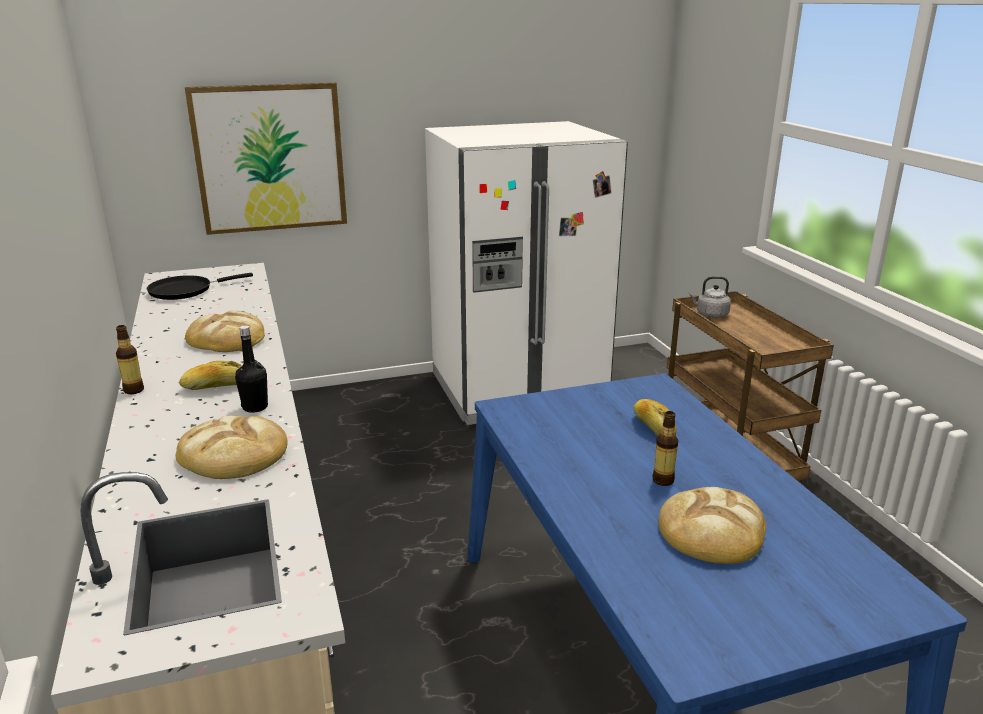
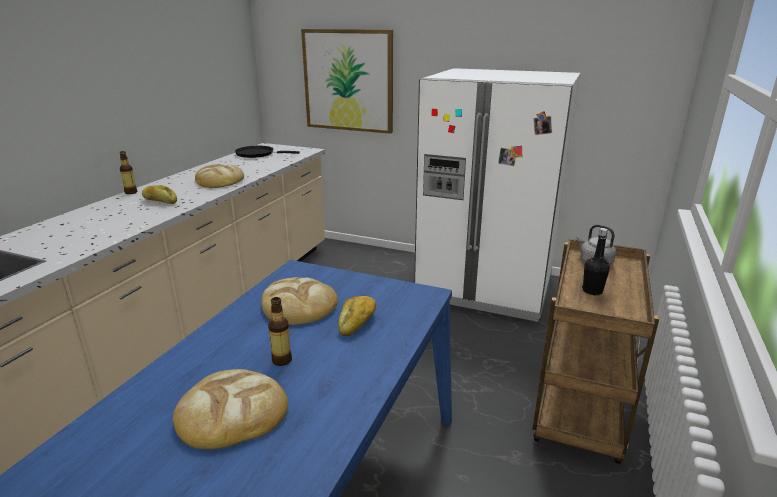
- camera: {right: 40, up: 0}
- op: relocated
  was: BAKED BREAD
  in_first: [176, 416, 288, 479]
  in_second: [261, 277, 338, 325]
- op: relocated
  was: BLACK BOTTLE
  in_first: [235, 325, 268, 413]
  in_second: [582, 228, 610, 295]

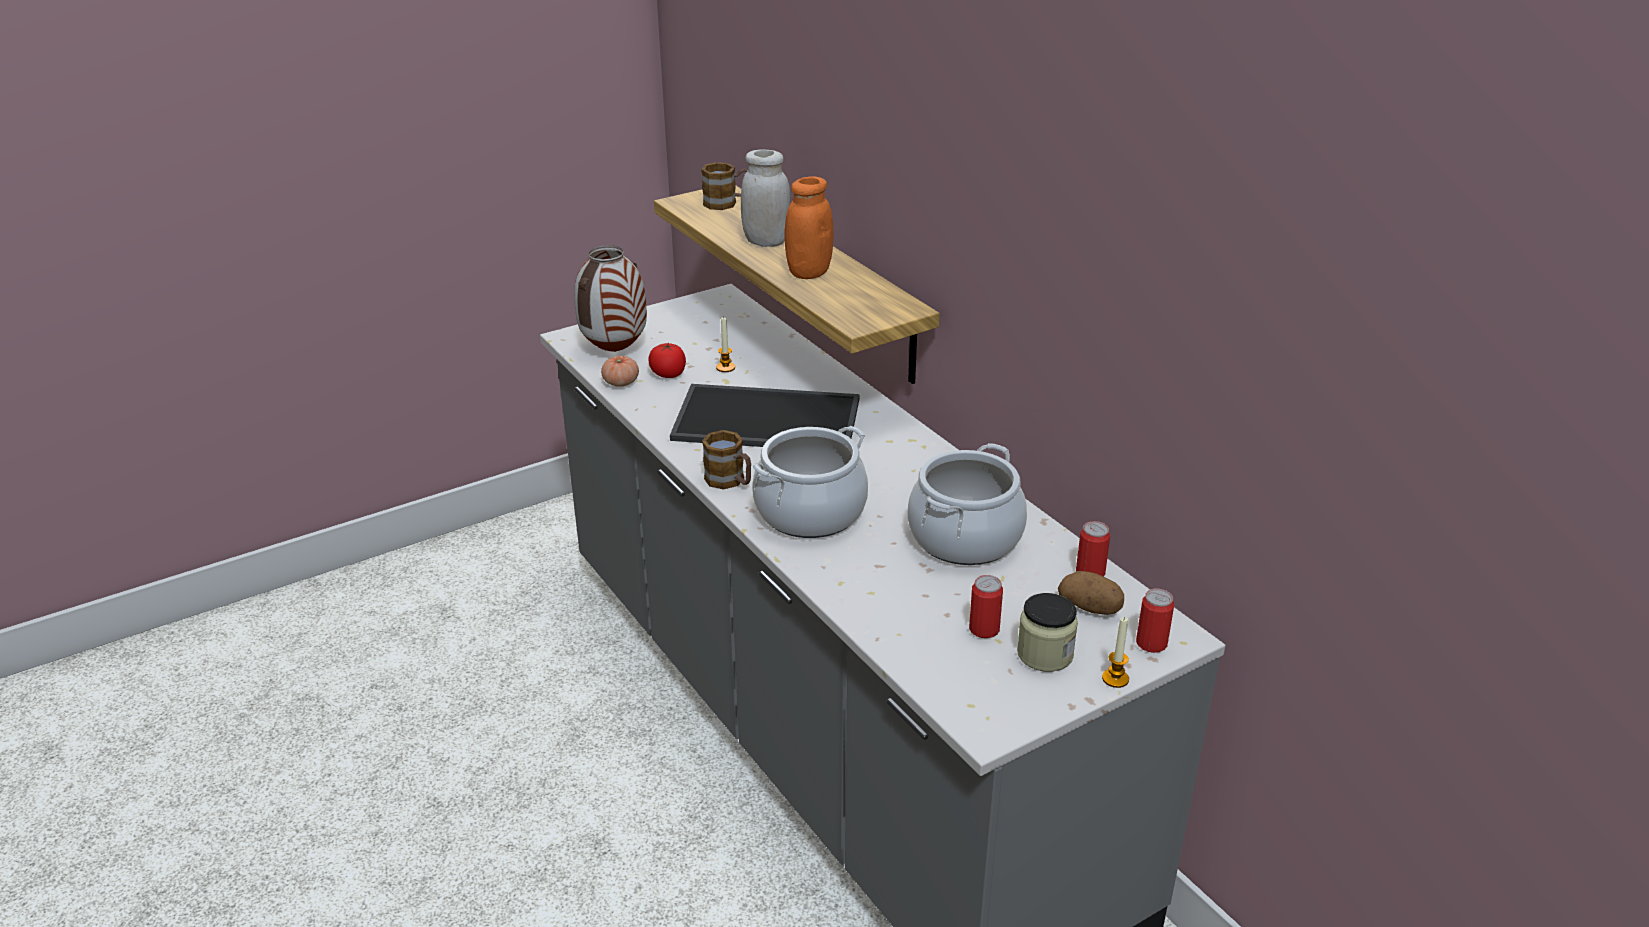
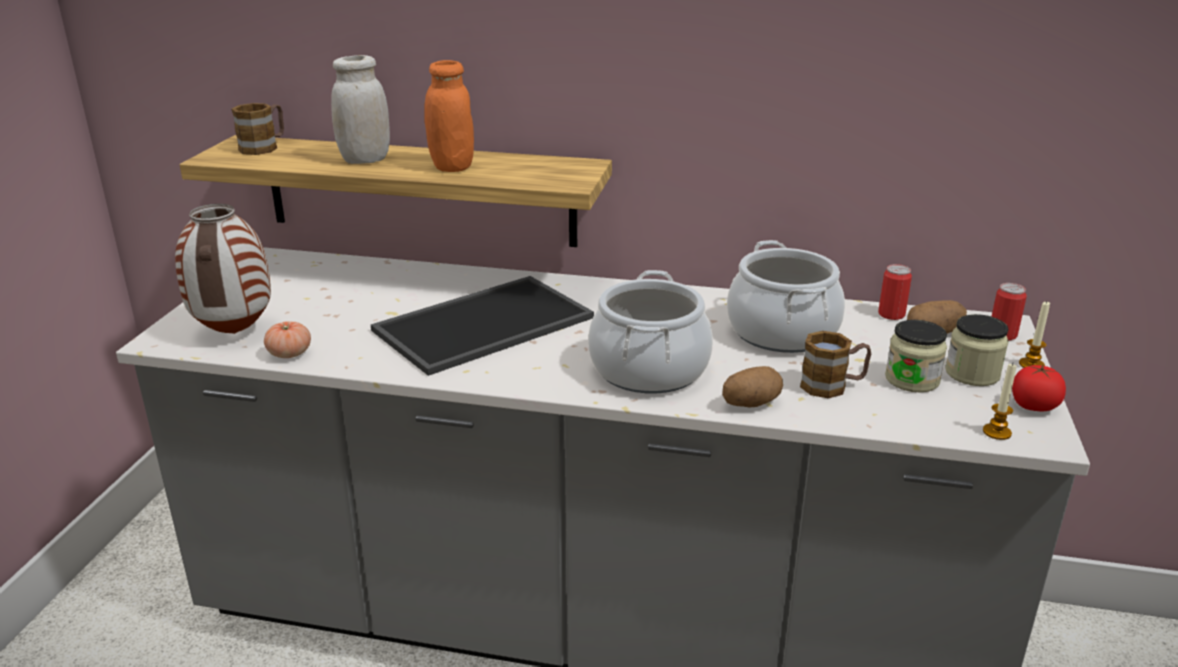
- camera: {right: -45, up: -5}
- op: appeared
  now: POTATO
  in_second: [722, 366, 783, 407]
- op: relocated
  was: TEA MUG
  in_first: [702, 430, 751, 490]
  in_second: [800, 331, 871, 398]
- op: exchanged
  was: SEALED CAN
  now: JAR
  in_first: [969, 575, 1003, 638]
  in_second: [885, 320, 947, 392]
- op: relocated
  was: WAX CANDLE
  in_first: [716, 318, 735, 372]
  in_second: [983, 363, 1017, 440]
- op: relocated
  was: FRESH TOMATO
  in_first: [648, 342, 686, 378]
  in_second: [1012, 365, 1066, 412]

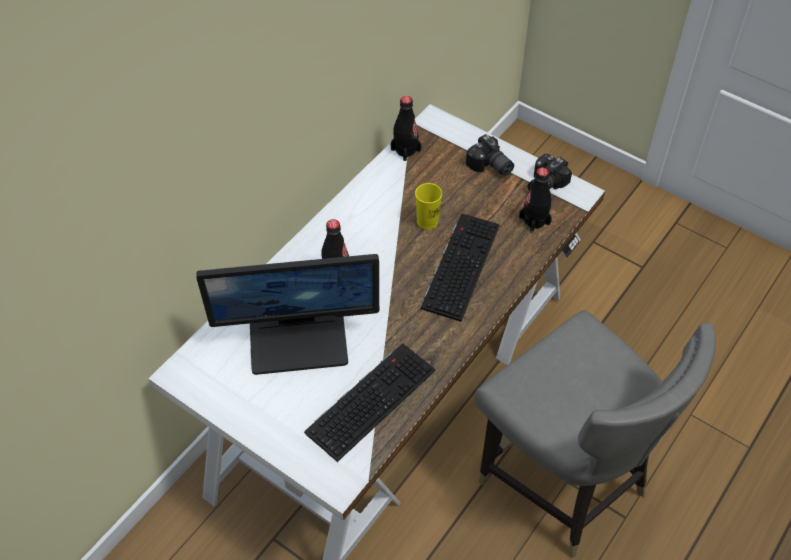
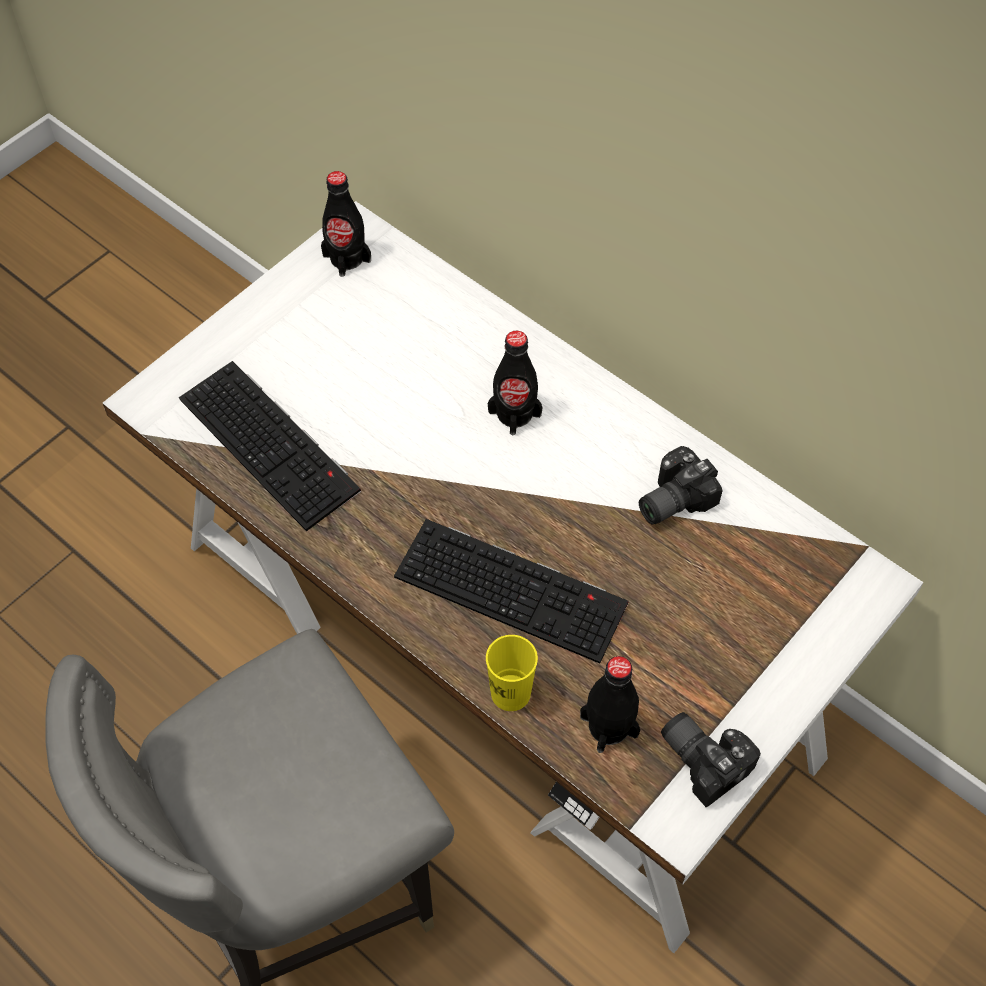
- camera: {right: 95, up: 5}
- op: relocated
  was: BLACK BOTTLE
  in_first: [390, 96, 421, 161]
  in_second: [321, 171, 371, 277]
- op: relocated
  was: YELLOWISH SMALL CUP
  in_first: [415, 183, 442, 230]
  in_second: [486, 635, 538, 711]
- op: relocated
  was: PHOTO CAMERA
  in_first: [466, 134, 514, 176]
  in_second: [639, 446, 723, 525]
- op: missing
  was: COMPUTER DISPLAY
  in_first: [196, 254, 379, 375]

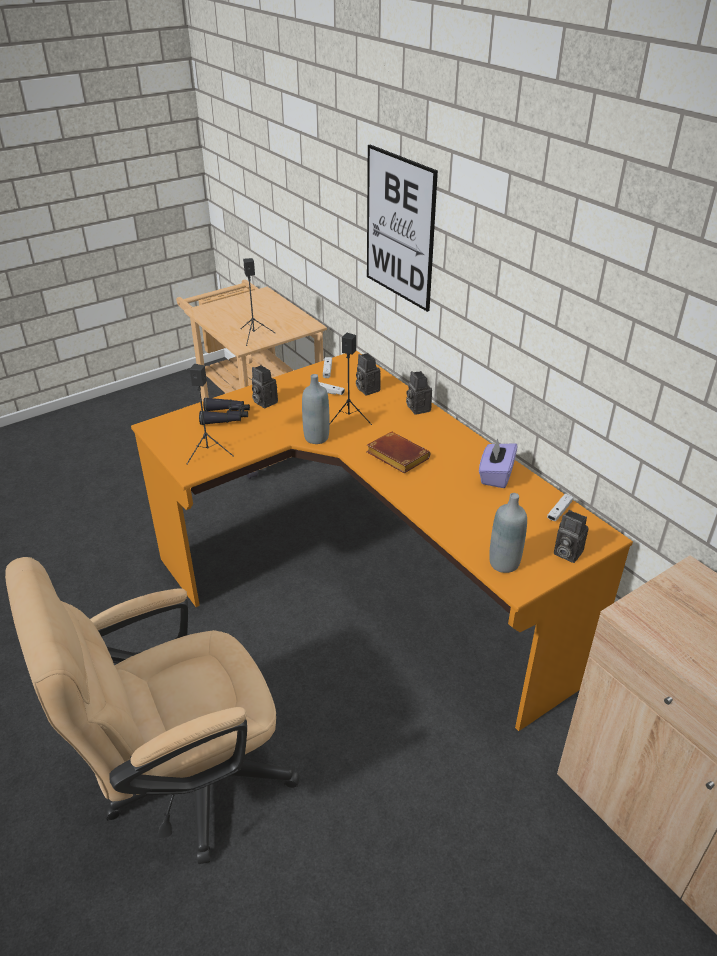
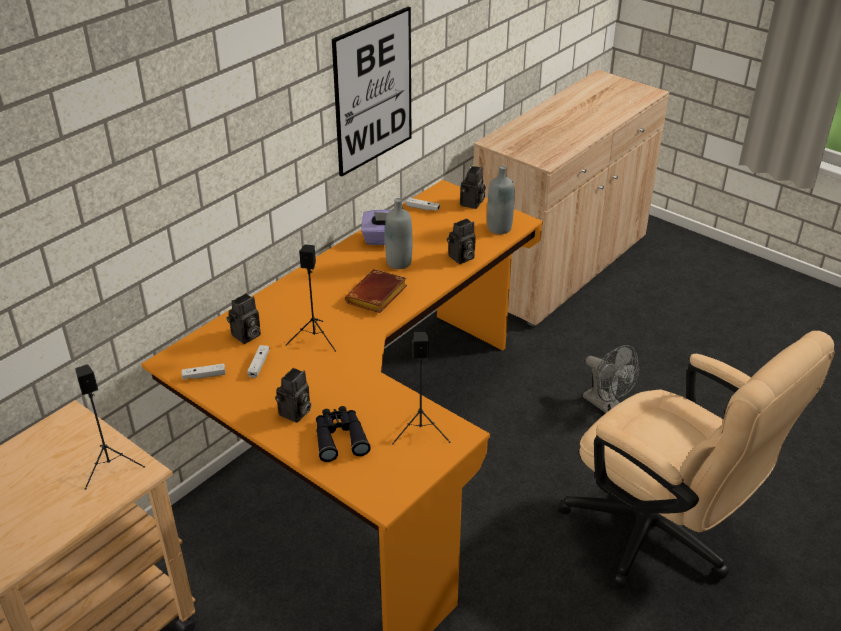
- camera: {right: -105, up: 0}
- op: relocated
  was: PICTURE
  in_first: [367, 145, 438, 312]
  in_second: [332, 7, 411, 177]
- op: relocated
  was: GREY BOTTLE
  in_first: [302, 374, 330, 444]
  in_second: [385, 198, 412, 269]
- op: relocated
  was: PHOTO CAMERA
  in_first: [406, 371, 432, 415]
  in_second: [447, 218, 476, 264]
- op: appeared
  now: GREY COOLING FAN
  in_second: [583, 345, 639, 413]

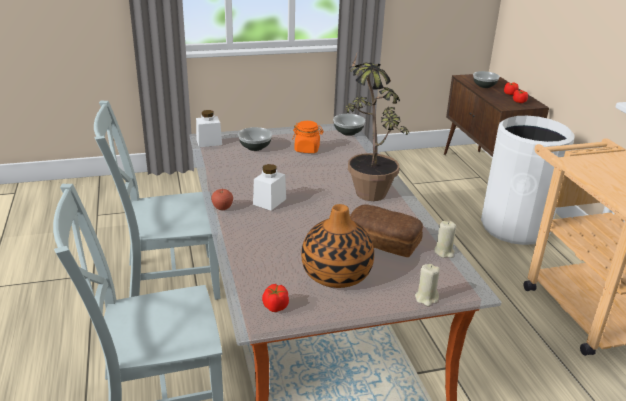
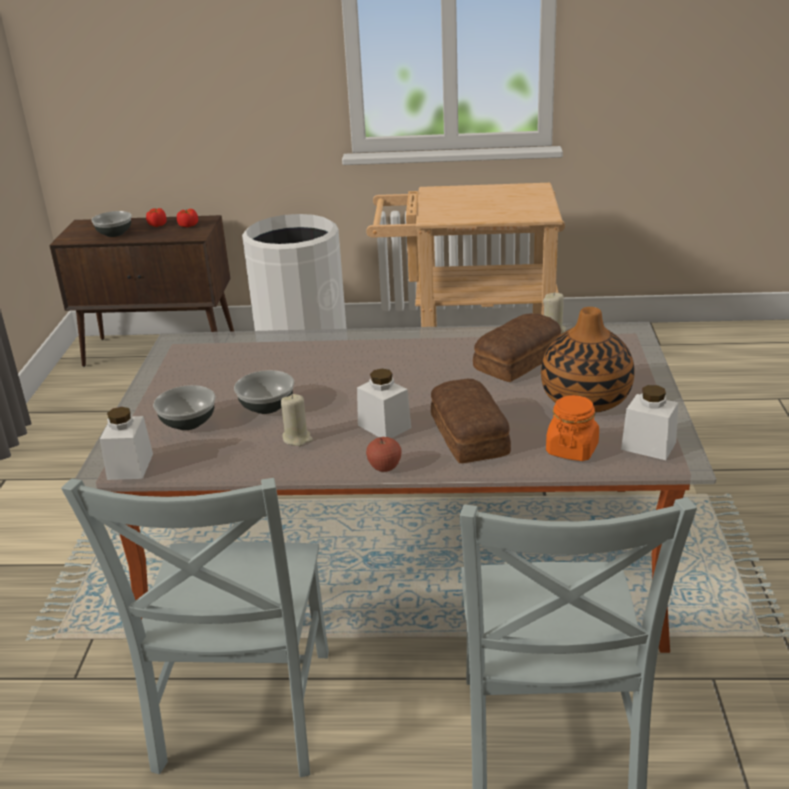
- camera: {right: -70, up: 0}
- op: relocated
  was: DEEP DISH
  in_first: [333, 114, 365, 136]
  in_second: [234, 370, 294, 414]
- op: relocated
  was: BEIGE-COLOURED WAX CANDLE
  in_first: [415, 264, 440, 306]
  in_second: [281, 394, 313, 446]
- op: appeared
  now: BAKED BREAD
  in_second: [431, 379, 511, 463]
- op: relocated
  was: ORANGE JAR
  in_first: [292, 121, 324, 153]
  in_second: [546, 395, 599, 461]
- op: exchanged
  was: FRESH TOMATO
  now: WHITISH JAR
  in_first: [262, 284, 289, 312]
  in_second: [621, 385, 678, 460]
- op: missing
  was: HOUSEPLANT
  in_first: [345, 54, 409, 201]

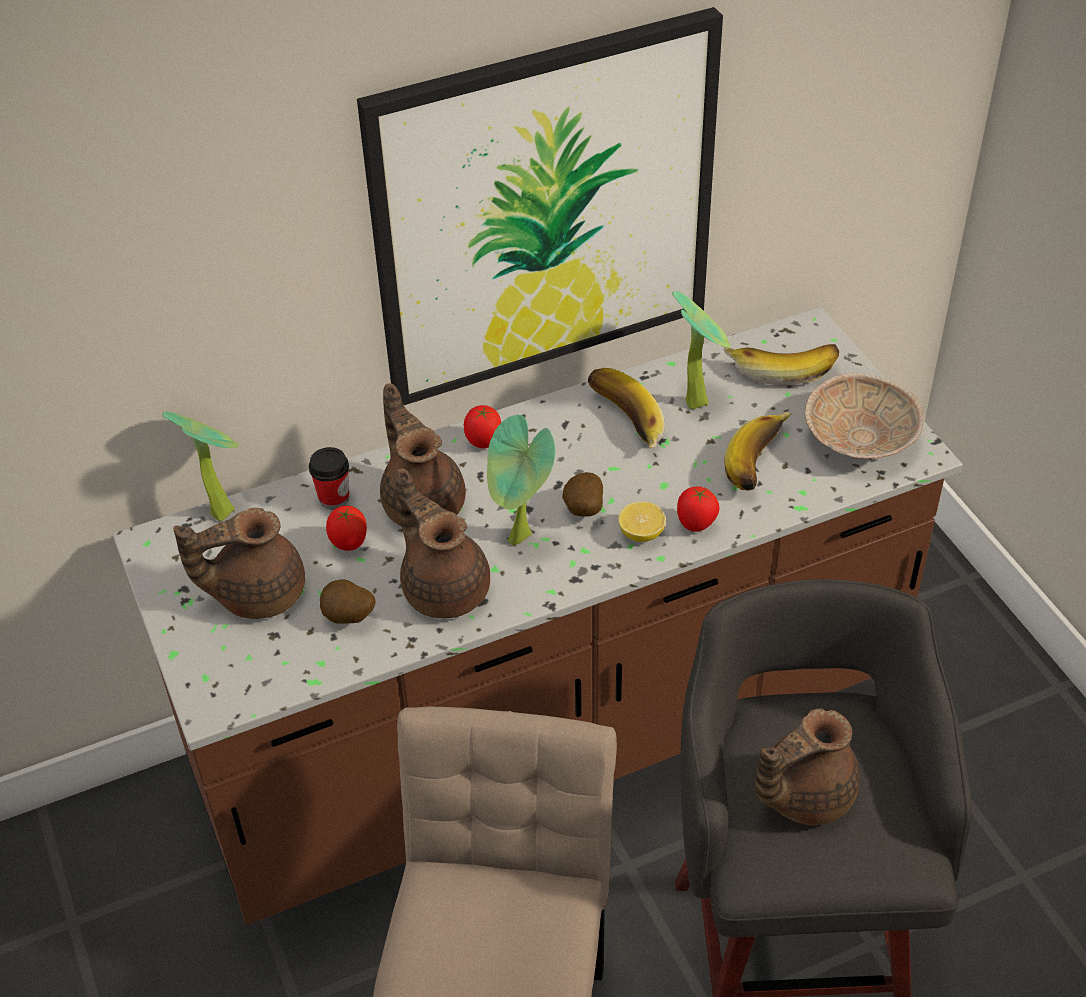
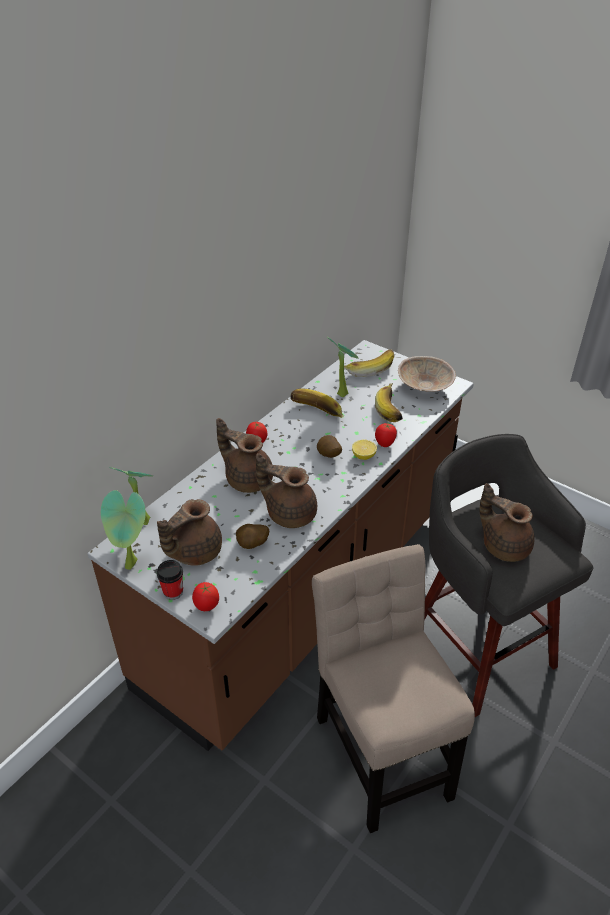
- camera: {right: -30, up: -5}
- op: relocated
  was: HOUSEPLANT
  in_first: [487, 415, 555, 546]
  in_second: [101, 490, 146, 570]
- op: relocated
  was: SMALL CUP
  in_first: [309, 447, 349, 509]
  in_second: [157, 560, 183, 600]
- op: relocated
  was: FRESH TOMATO
  in_first: [326, 506, 367, 551]
  in_second: [192, 582, 219, 611]
- op: spun
  was: BROWNISH TEAPOT
  in_first: [755, 708, 860, 825]
  in_second: [479, 483, 535, 562]
  clockwise: 105
- op: missing
  was: PICTURE
  in_first: [357, 7, 723, 405]

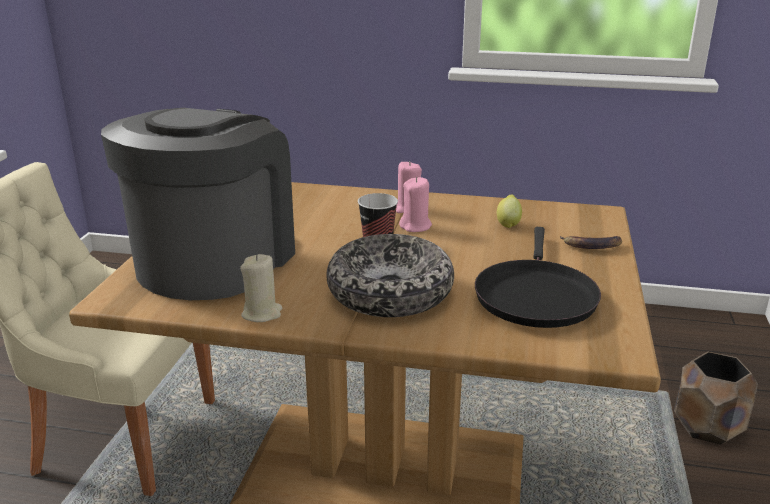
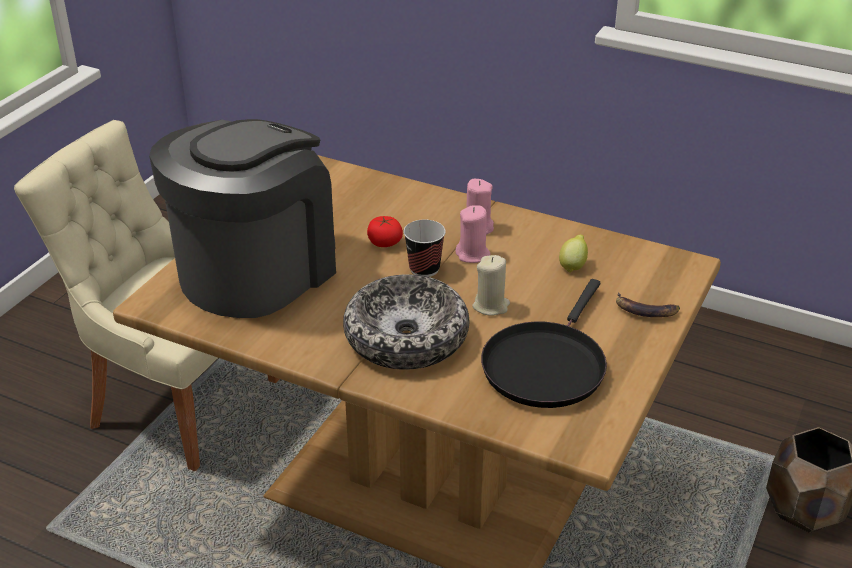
- camera: {right: 15, up: 10}
- op: appeared
  now: FRESH TOMATO
  in_second: [367, 216, 403, 247]
- op: relocated
  was: BEIGE-COLOURED WAX CANDLE
  in_first: [240, 254, 282, 322]
  in_second: [472, 255, 510, 316]

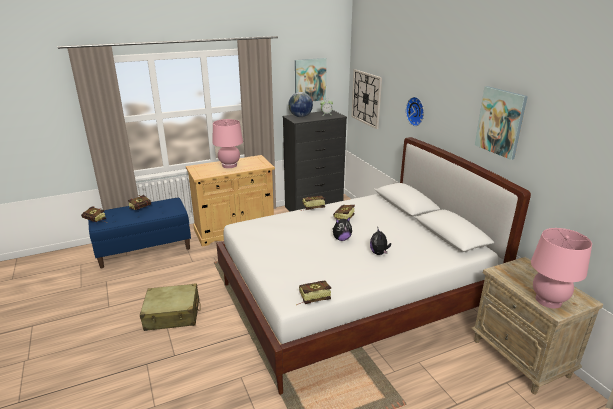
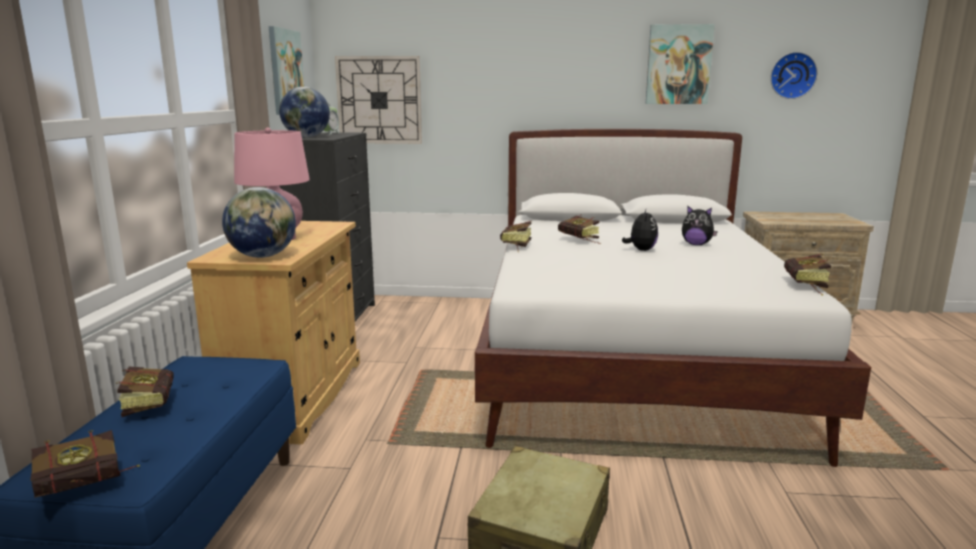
- camera: {right: -60, up: -10}
- op: appeared
  now: WORLD GLOBE
  in_second: [222, 187, 296, 258]
- op: relocated
  was: WALL CLOCK
  in_first: [406, 97, 424, 126]
  in_second: [770, 52, 818, 99]
- op: missing
  was: PINKISH LAMP FOR A TABLE
  in_first: [531, 228, 592, 308]

